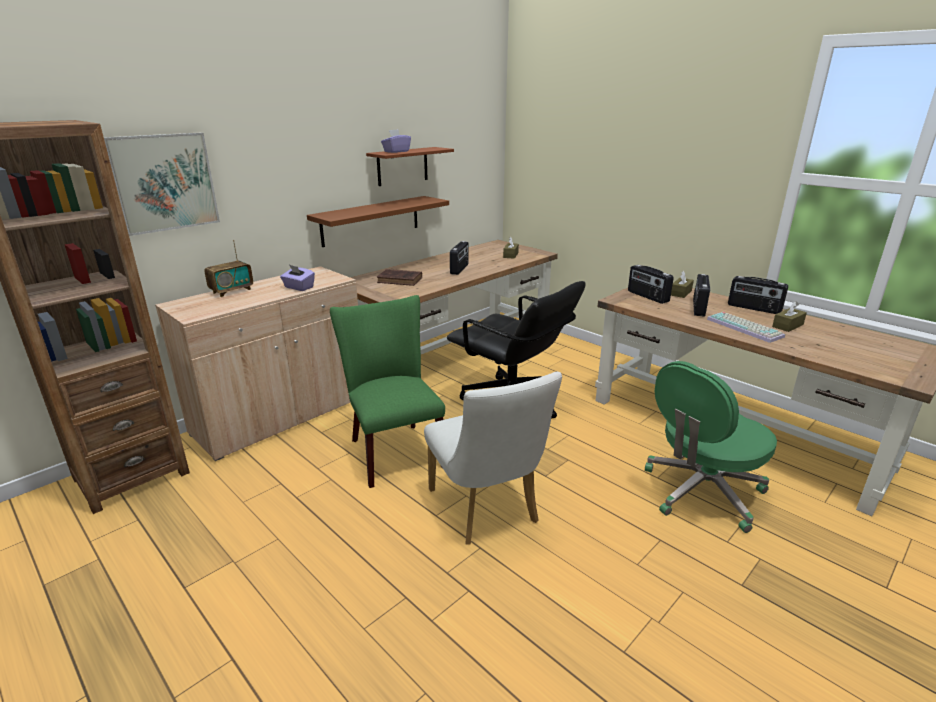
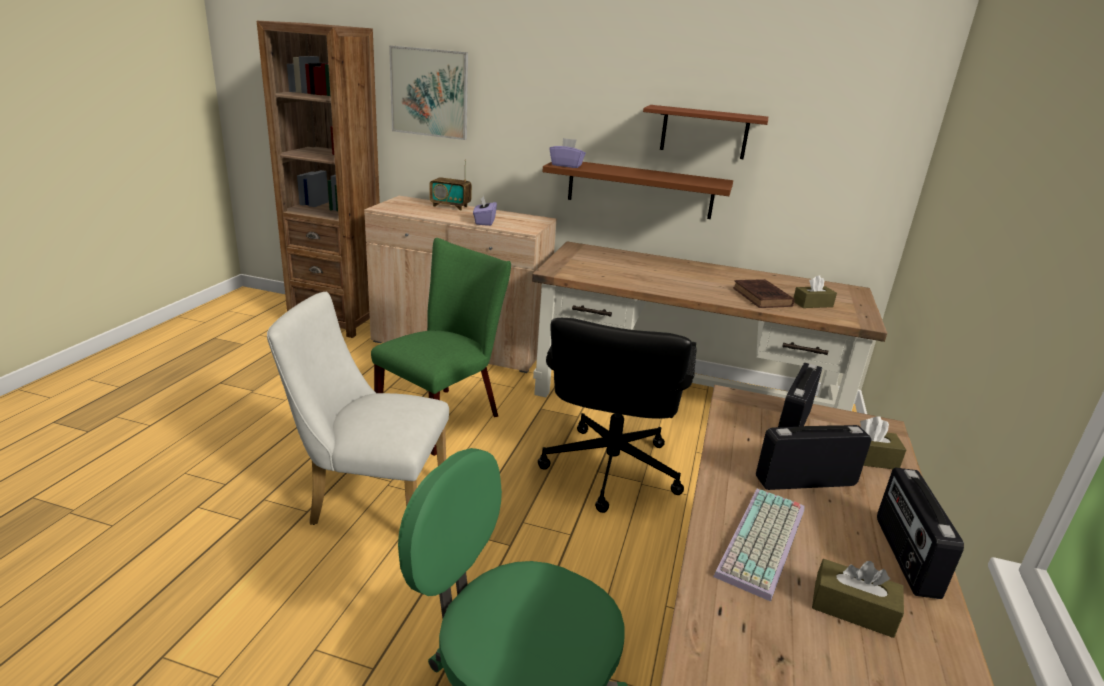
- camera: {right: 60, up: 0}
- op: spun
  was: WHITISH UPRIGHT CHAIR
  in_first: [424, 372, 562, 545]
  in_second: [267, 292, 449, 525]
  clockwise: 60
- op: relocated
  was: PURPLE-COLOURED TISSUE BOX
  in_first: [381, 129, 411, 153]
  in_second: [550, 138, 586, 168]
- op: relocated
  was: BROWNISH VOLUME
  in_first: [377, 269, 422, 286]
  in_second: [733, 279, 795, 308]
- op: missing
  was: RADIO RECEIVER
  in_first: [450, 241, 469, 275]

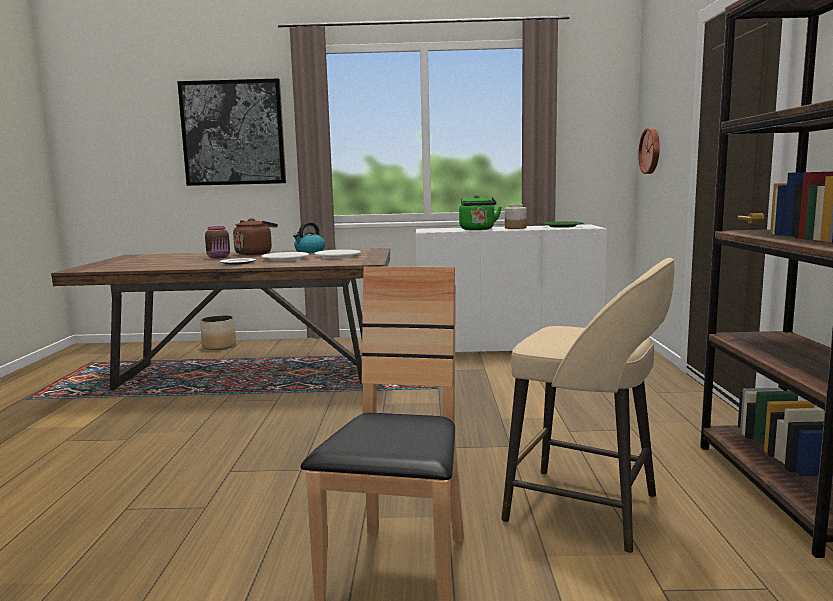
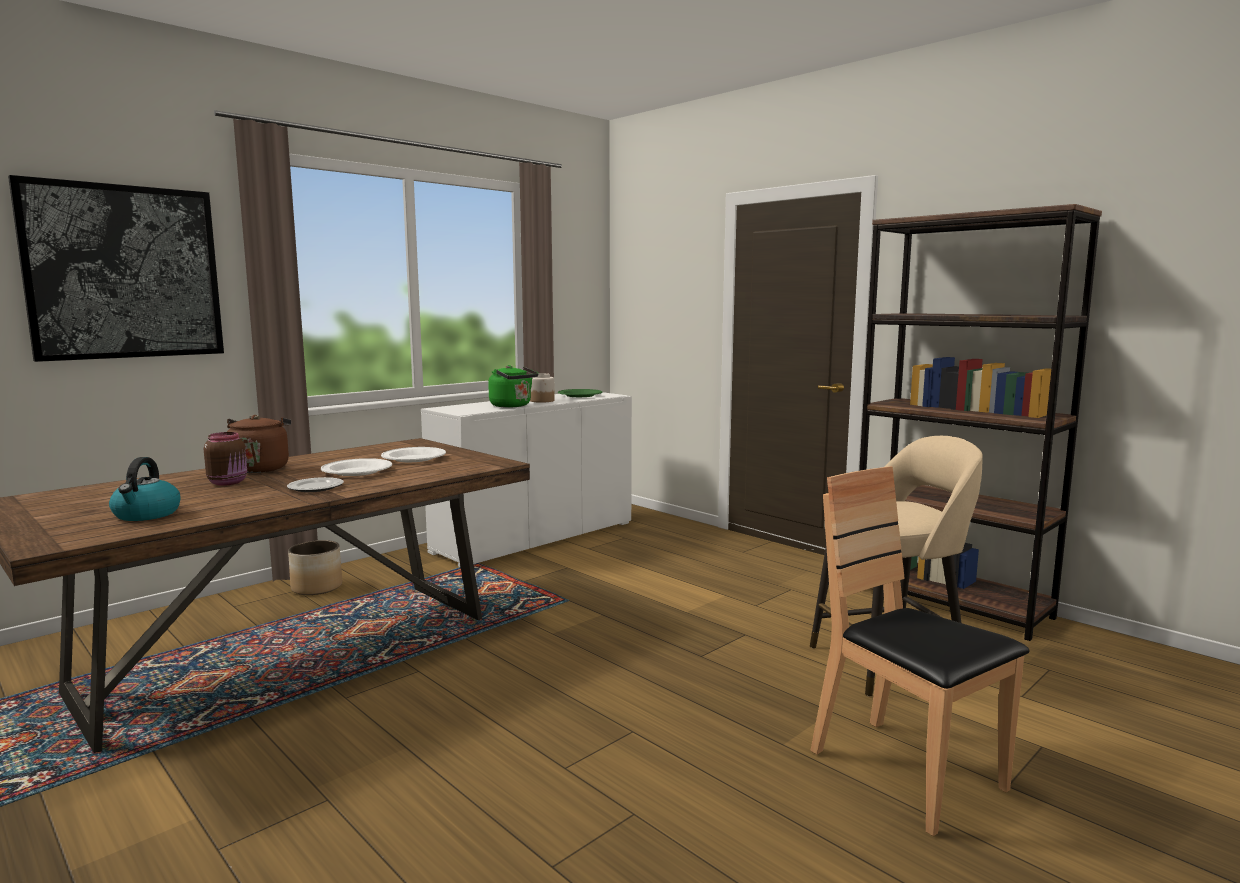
- camera: {right: -45, up: 0}
- op: relocated
  was: TEA KETTLE
  in_first: [293, 222, 325, 253]
  in_second: [109, 457, 181, 521]
- op: relocated
  was: PLANTER
  in_first: [200, 315, 236, 350]
  in_second: [288, 540, 342, 595]
- op: missing
  was: WALL CLOCK
  in_first: [638, 128, 660, 174]

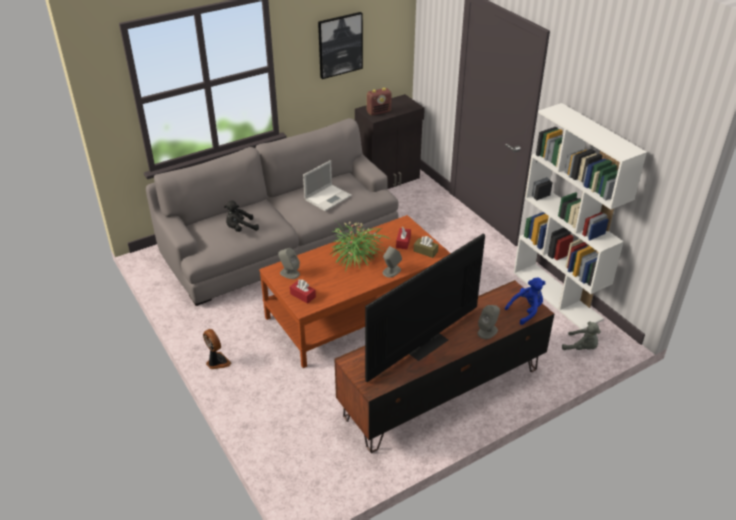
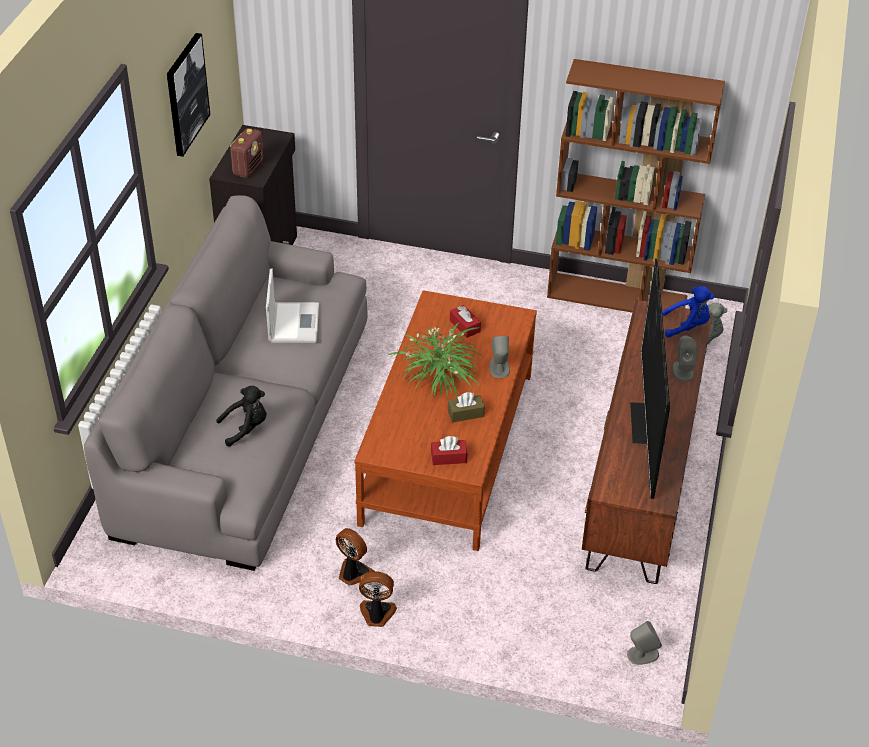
- camera: {right: -45, up: 5}
- op: spun
  was: BLACK CUDDLY TOY
  in_first: [224, 201, 259, 232]
  in_second: [216, 386, 267, 446]
  clockwise: -135
- op: appeared
  now: COOLING FAN
  in_second: [336, 528, 374, 586]
- op: relocated
  was: BROWNISH TISSUE BOX
  in_first: [414, 236, 439, 258]
  in_second: [448, 392, 485, 423]
- op: colour
  was: WHITISH SHELVING UNIT
  now: BROWNISH SHELVING UNIT
  in_first: [514, 103, 647, 329]
  in_second: [547, 59, 725, 312]
- op: relocated
  was: GREY SPEAKER
  in_first: [278, 248, 300, 279]
  in_second: [627, 621, 662, 665]
- op: spun
  was: BLUE CUDDLY TOY
  in_first: [505, 277, 546, 325]
  in_second: [662, 286, 714, 338]
  clockwise: 75

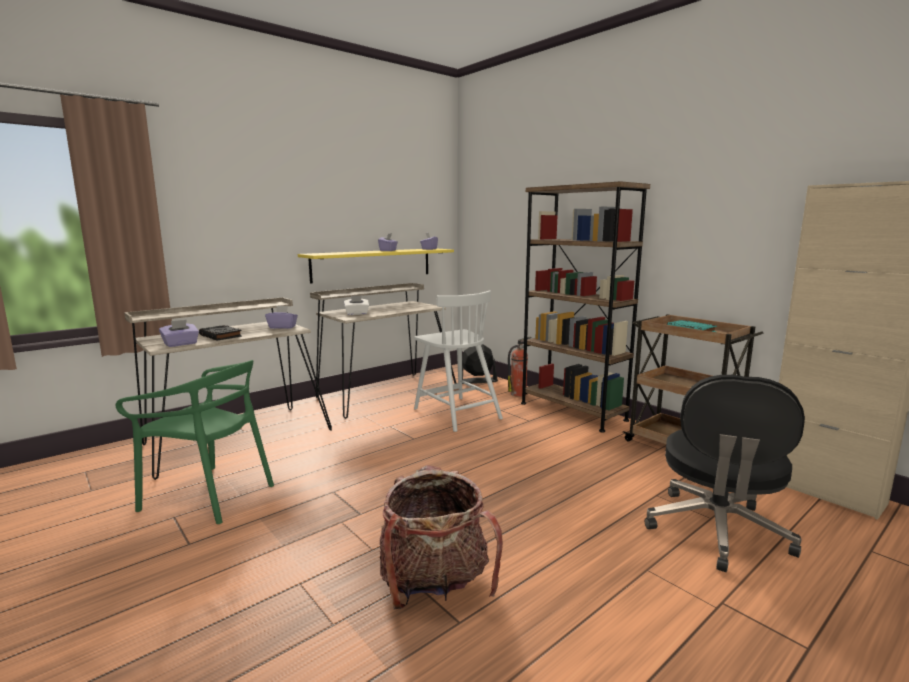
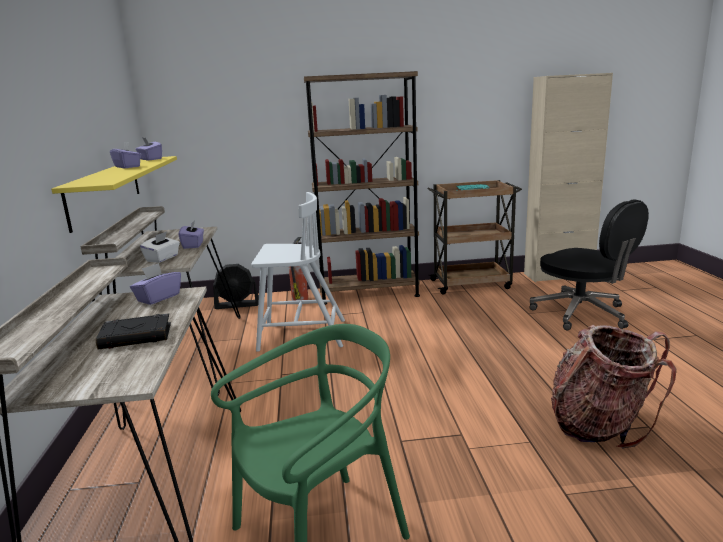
- camera: {right: -55, up: 5}
- op: relocated
  was: PURPLE-COLOURED TISSUE BOX
  in_first: [159, 320, 199, 347]
  in_second: [179, 220, 204, 249]
- op: spun
  was: BLACK COOLING FAN
  in_first: [462, 344, 498, 384]
  in_second: [213, 264, 259, 309]
  clockwise: -120

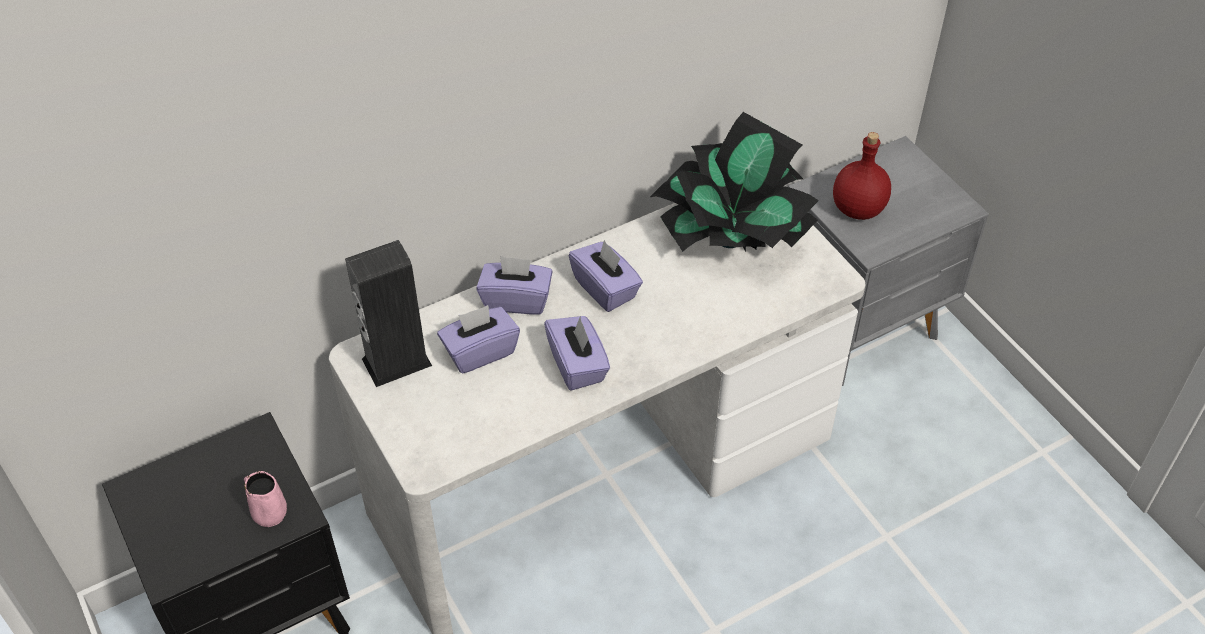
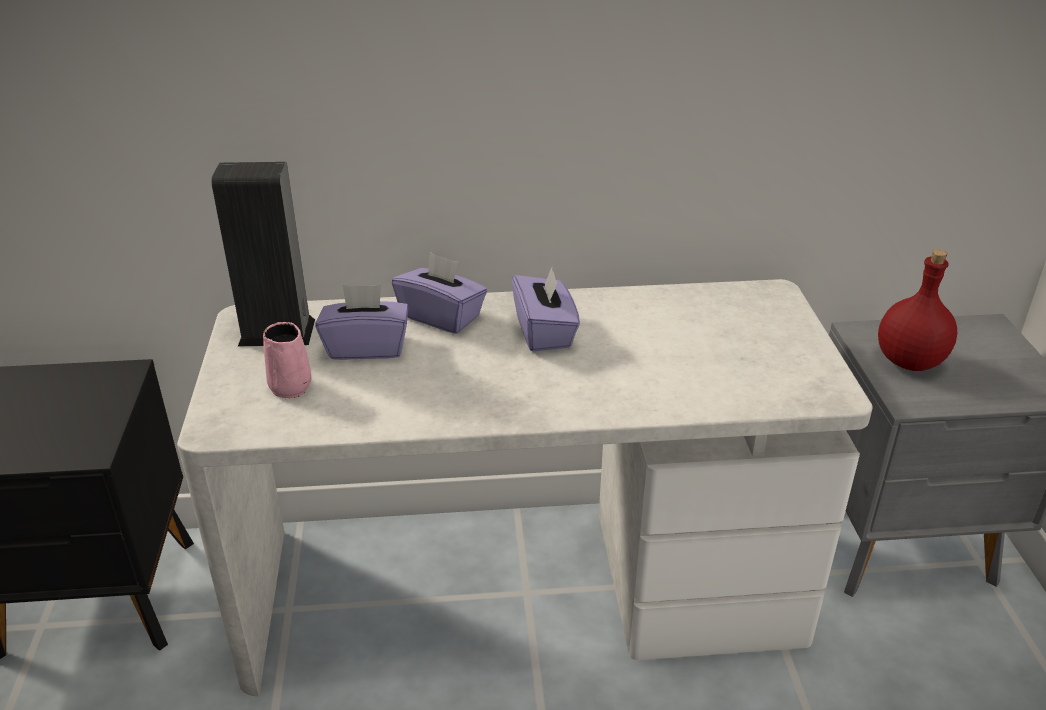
- camera: {right: 25, up: -15}
- op: relocated
  was: PINKISH TEA MUG
  in_first: [244, 471, 287, 527]
  in_second: [263, 322, 311, 398]
- op: missing
  was: PURPLE-COLOURED TISSUE BOX
  in_first: [544, 316, 610, 391]
- op: missing
  was: HOUSEPLANT
  in_first: [650, 112, 819, 252]

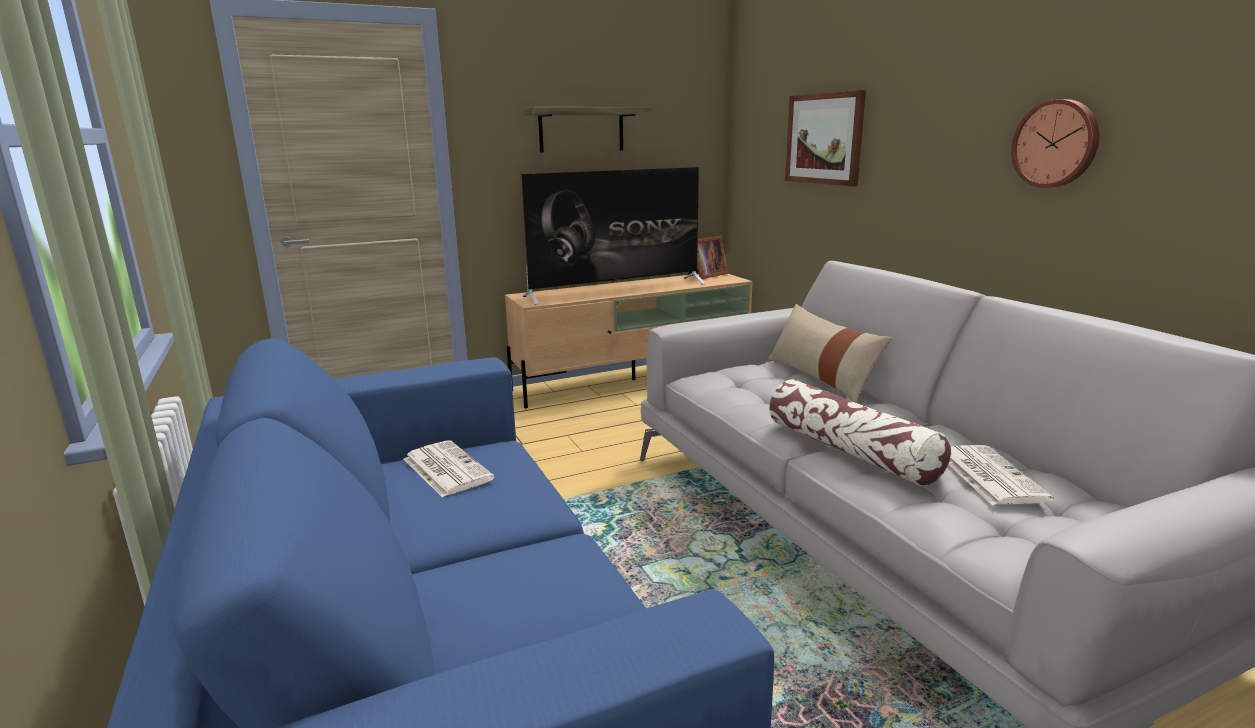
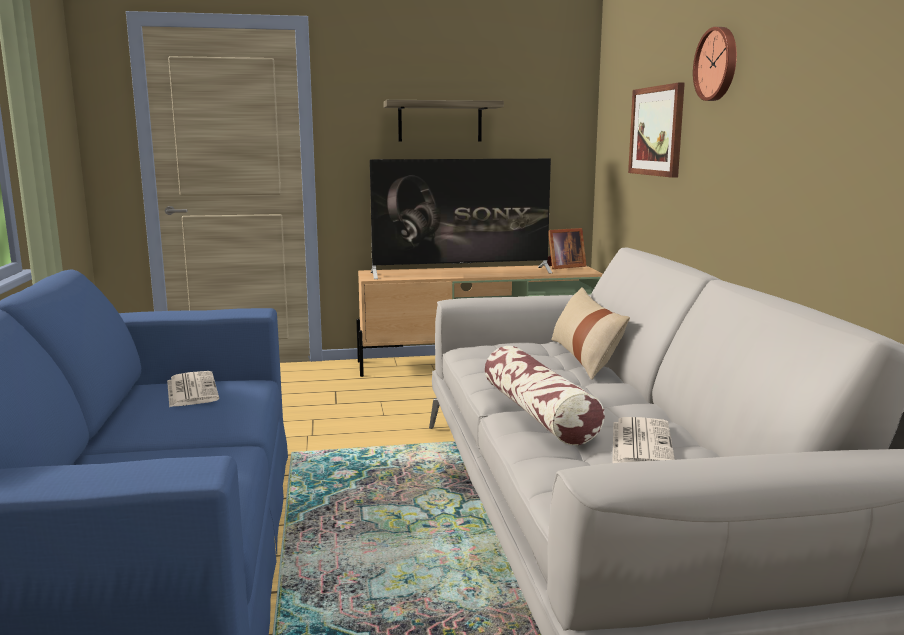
- camera: {right: 15, up: -5}
- op: relocated
  was: WALL CLOCK
  in_first: [1011, 99, 1099, 188]
  in_second: [693, 27, 737, 101]

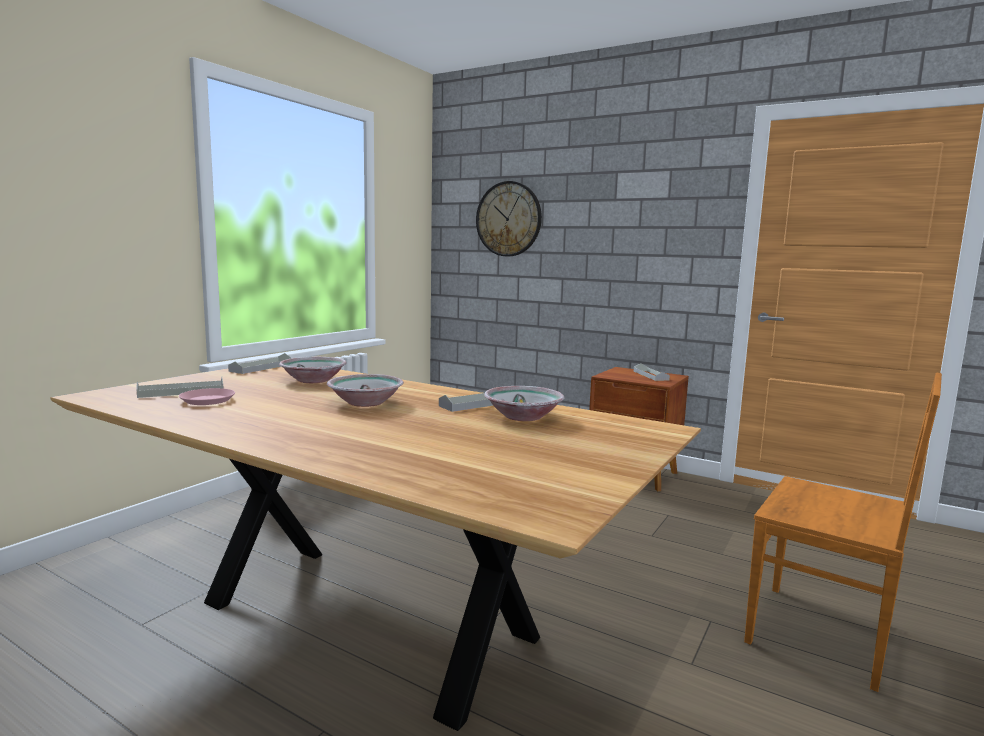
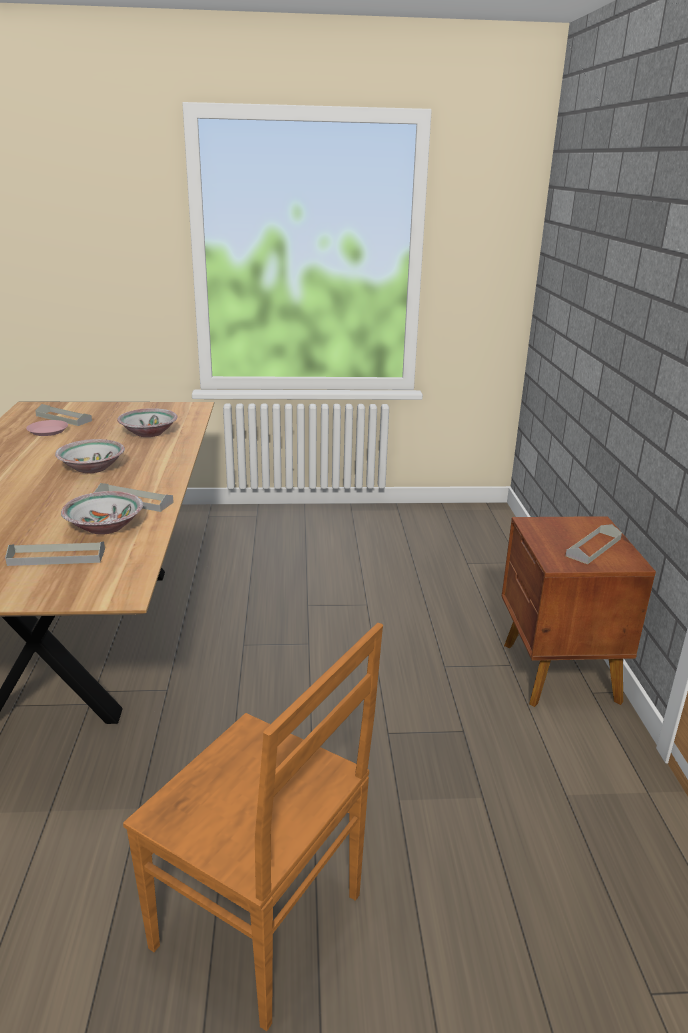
- camera: {right: 55, up: 15}
- op: relocated
  was: GREY TRAY
  in_first: [228, 353, 291, 374]
  in_second: [5, 541, 105, 566]
- op: spun
  was: BROWNISH UPRIGHT CHAIR
  in_first: [744, 373, 942, 692]
  in_second: [123, 623, 383, 1031]
  clockwise: -60
- op: missing
  was: WALL CLOCK
  in_first: [476, 181, 542, 256]

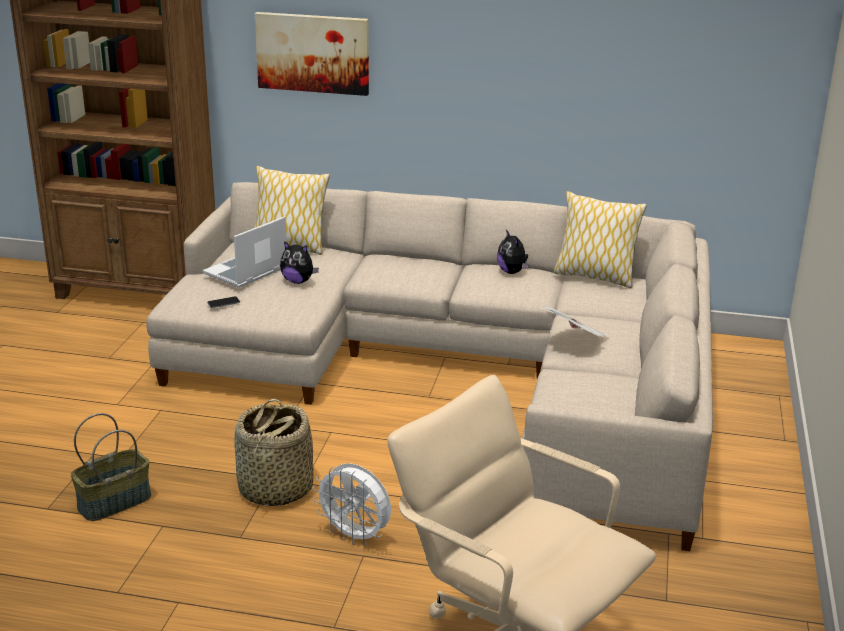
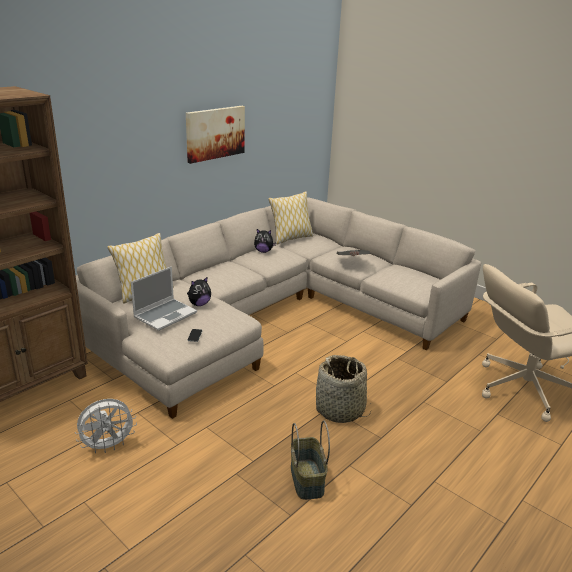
- camera: {right: -60, up: 0}
- op: relocated
  was: WHITISH COOLING FAN
  in_first: [312, 463, 391, 546]
  in_second: [75, 399, 137, 453]
- op: spun
  was: PORTABLE COMPUTER
  in_first: [203, 216, 287, 288]
  in_second: [131, 266, 197, 331]
  clockwise: -120
- op: relocated
  was: PICTURE
  in_first: [255, 12, 369, 96]
  in_second: [186, 106, 245, 164]

